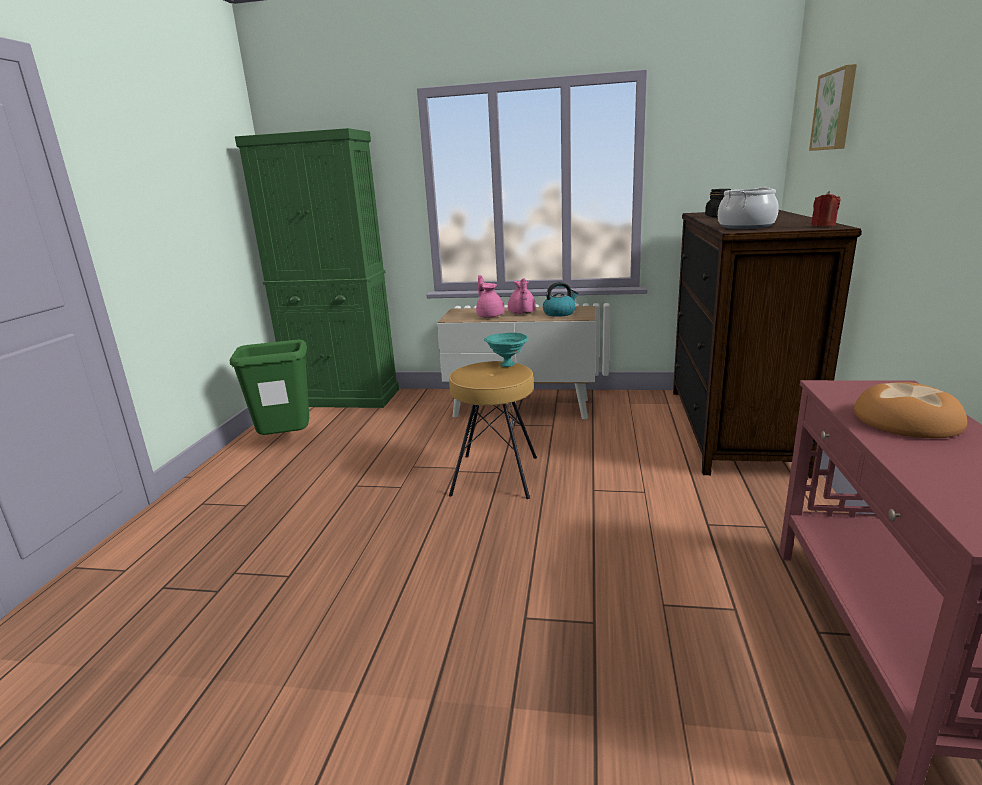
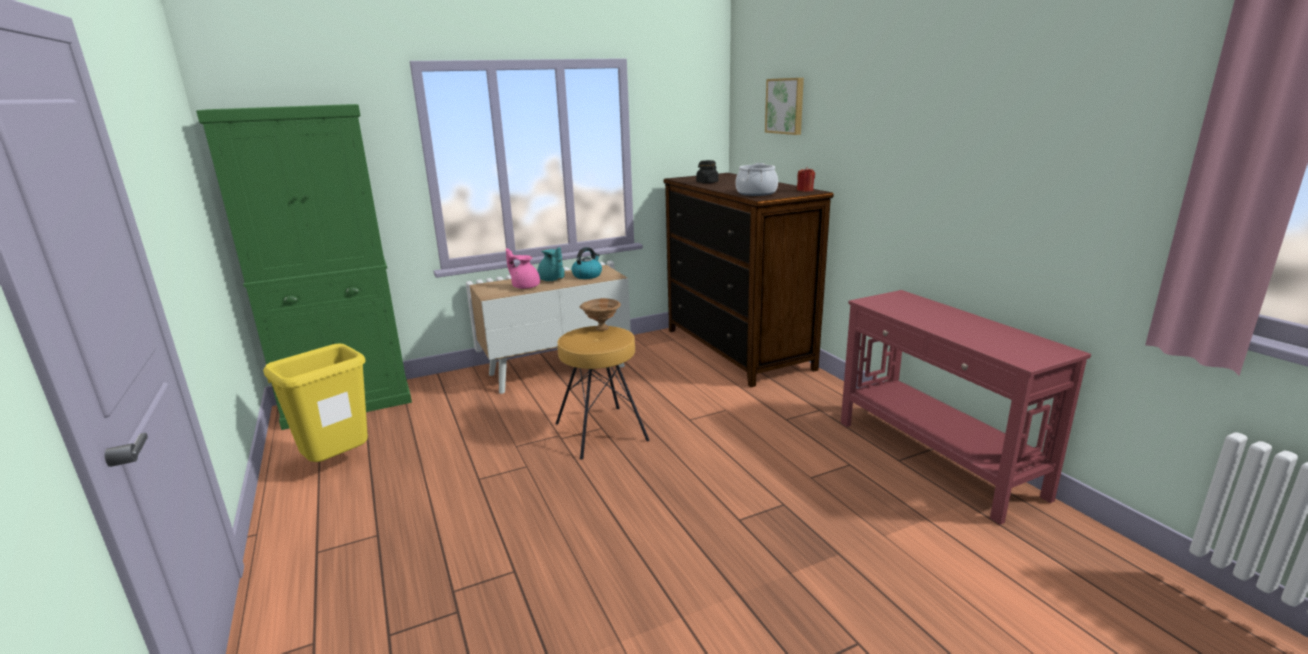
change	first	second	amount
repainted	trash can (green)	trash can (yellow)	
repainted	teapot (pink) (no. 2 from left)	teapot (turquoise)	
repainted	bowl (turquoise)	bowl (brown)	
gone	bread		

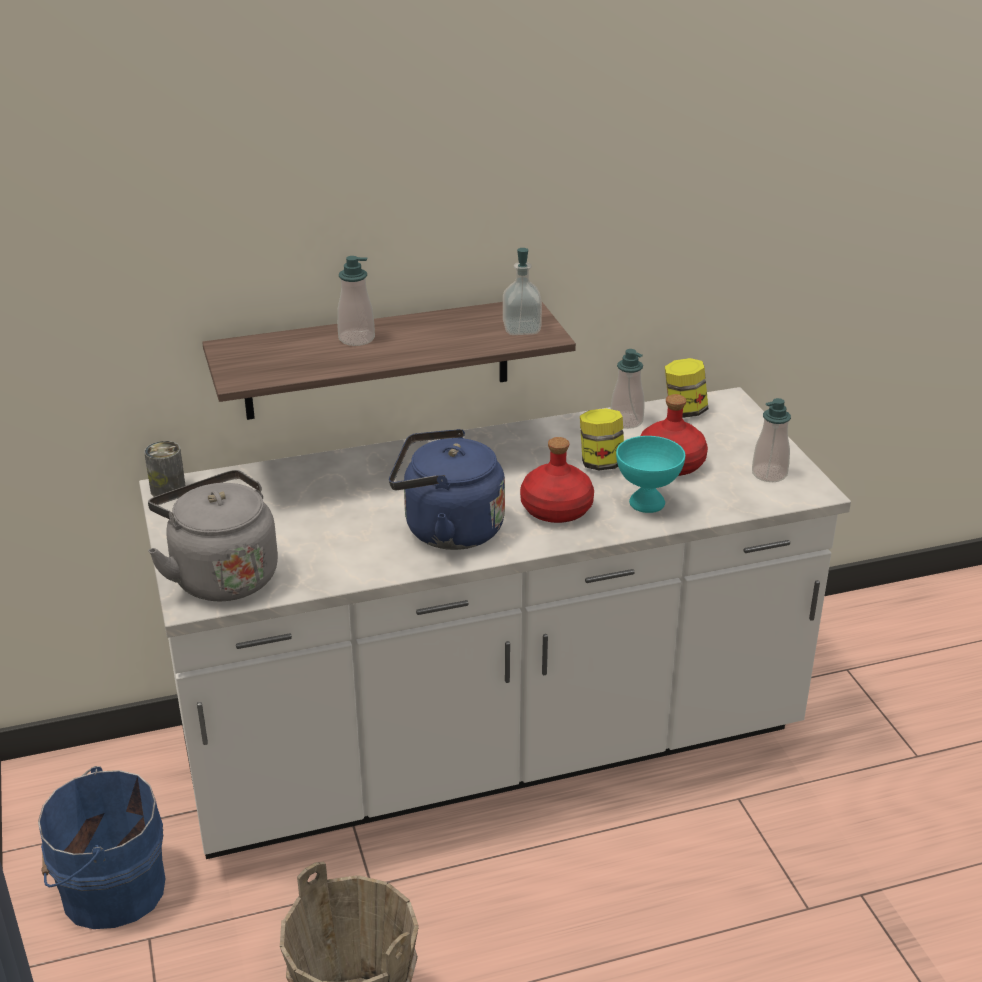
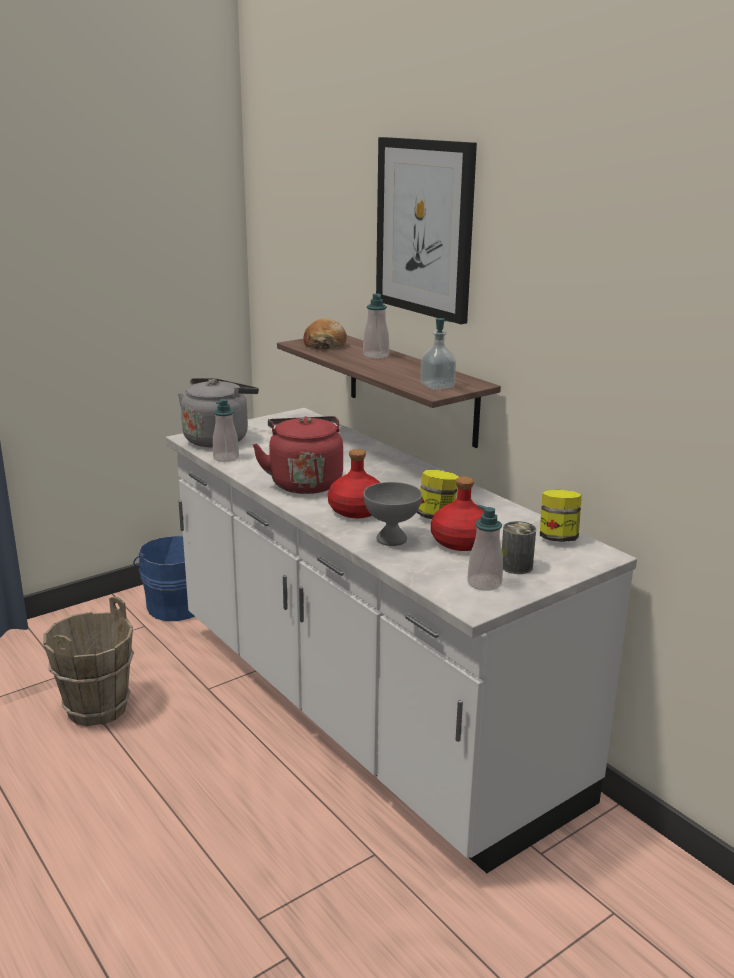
change	first	second	amount
shifted	soap dispenser (no. 3 from left in the first image)	soap dispenser (no. 1 from left)	
repainted	kettle (blue)	kettle (red)	
new		bread	
repainted	bowl (turquoise)	bowl (grey)	
new		picture	
shifted	can		

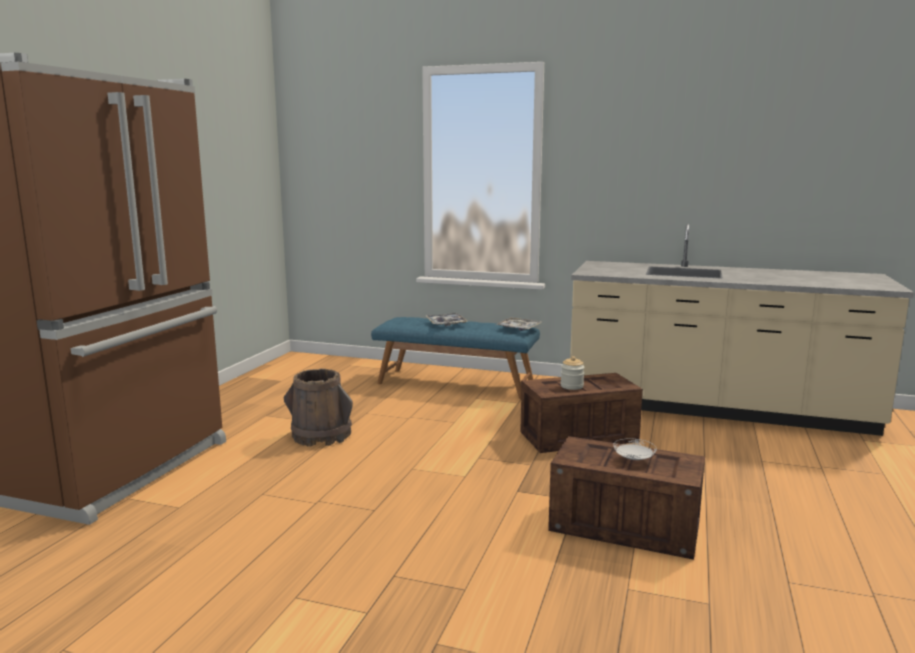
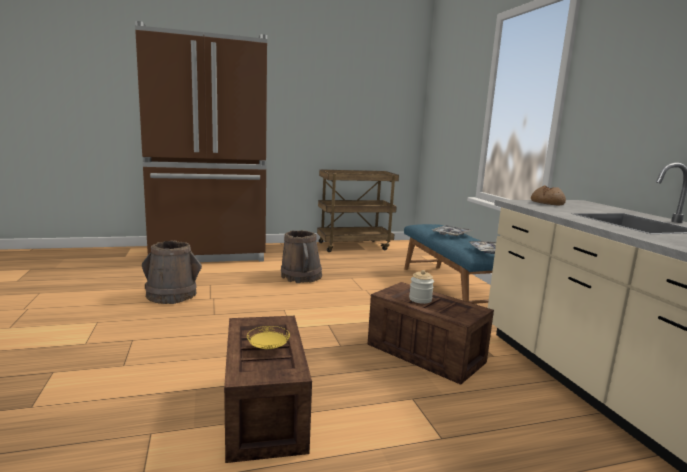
change	first	second	amount
new		bucket (brown) (no. 1 from left)	
repainted	plate (white)	plate (yellow)	
new		cart (brown)	
new		bread	

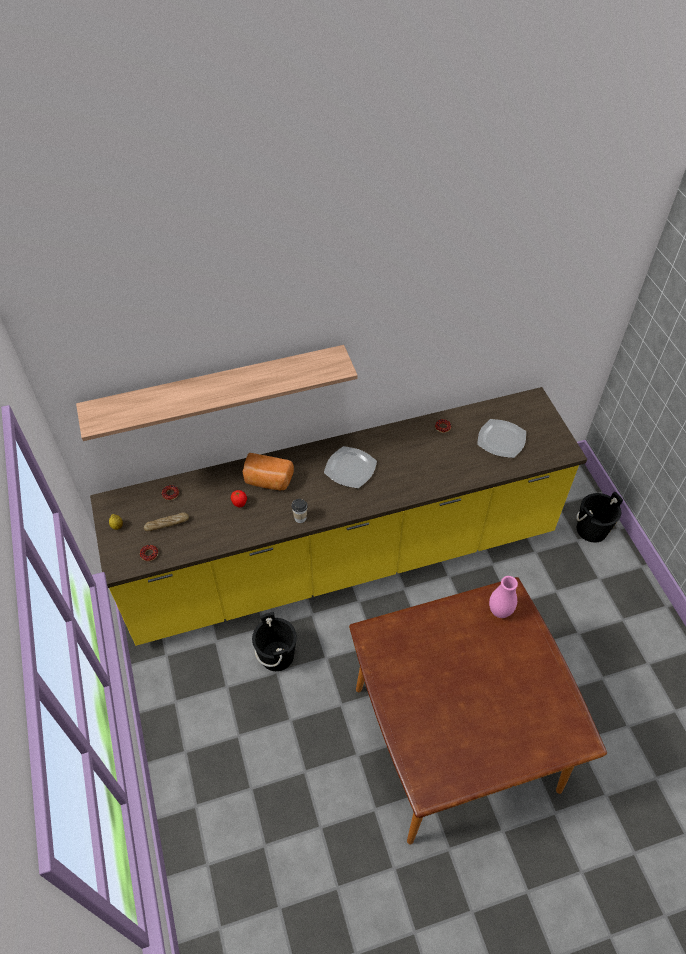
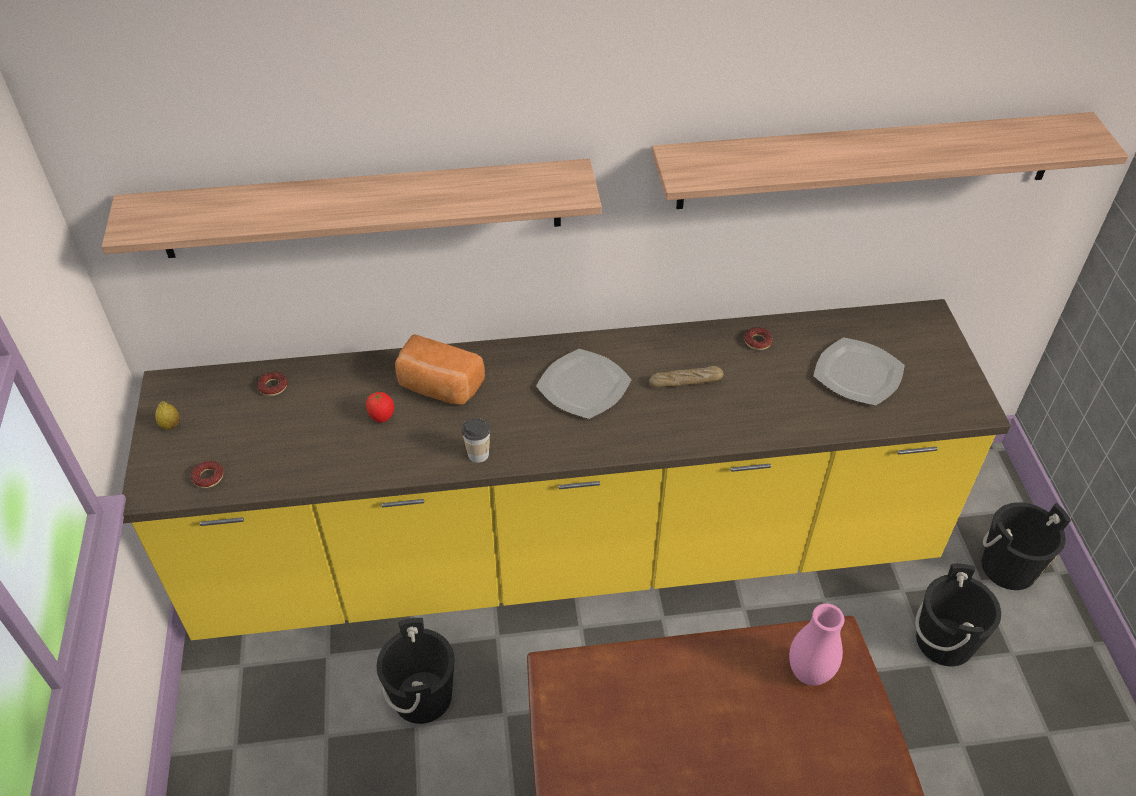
change	first	second	amount
shifted	bread (no. 1 from left in the first image)	bread (no. 2 from left)	
new		shelf (no. 2 from left)	
new		bucket (black) (no. 2 from left)	

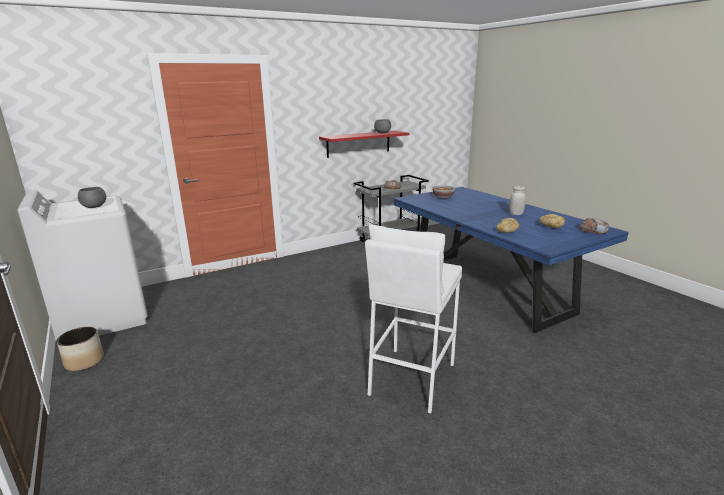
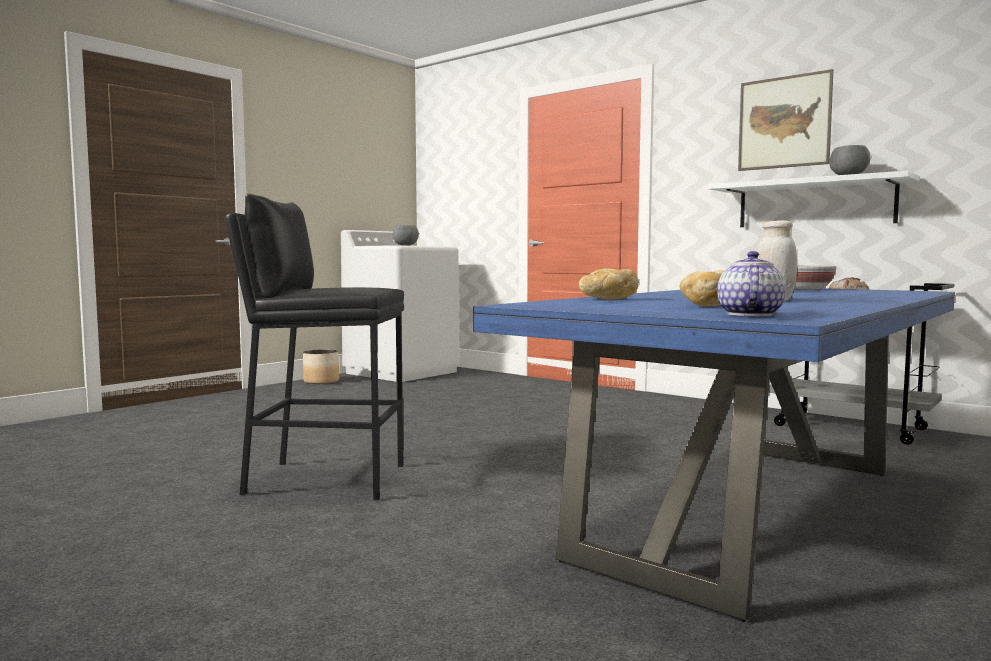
change	first	second	amount
repainted	stool (white)	stool (black)	
repainted	shelf (red)	shelf (white)	
swapped	bread (no. 4 from left)	teapot	
new		picture	

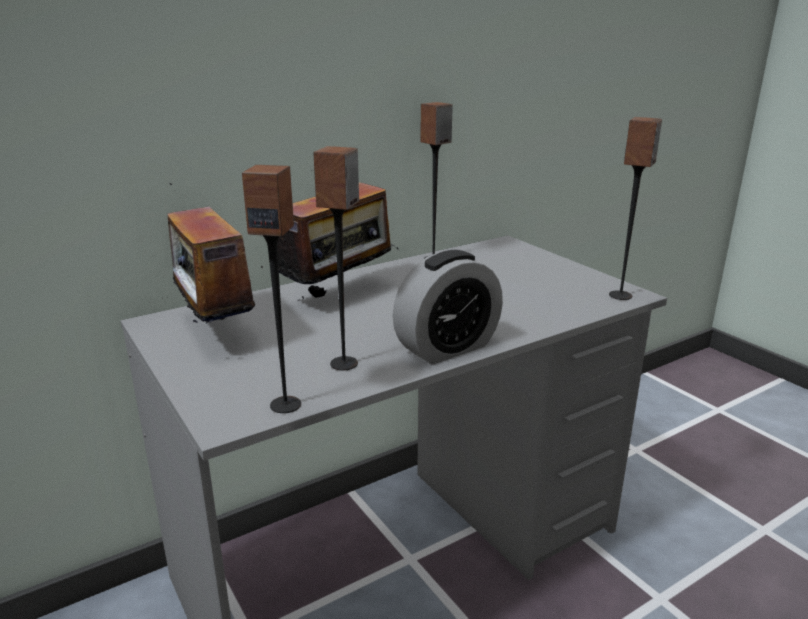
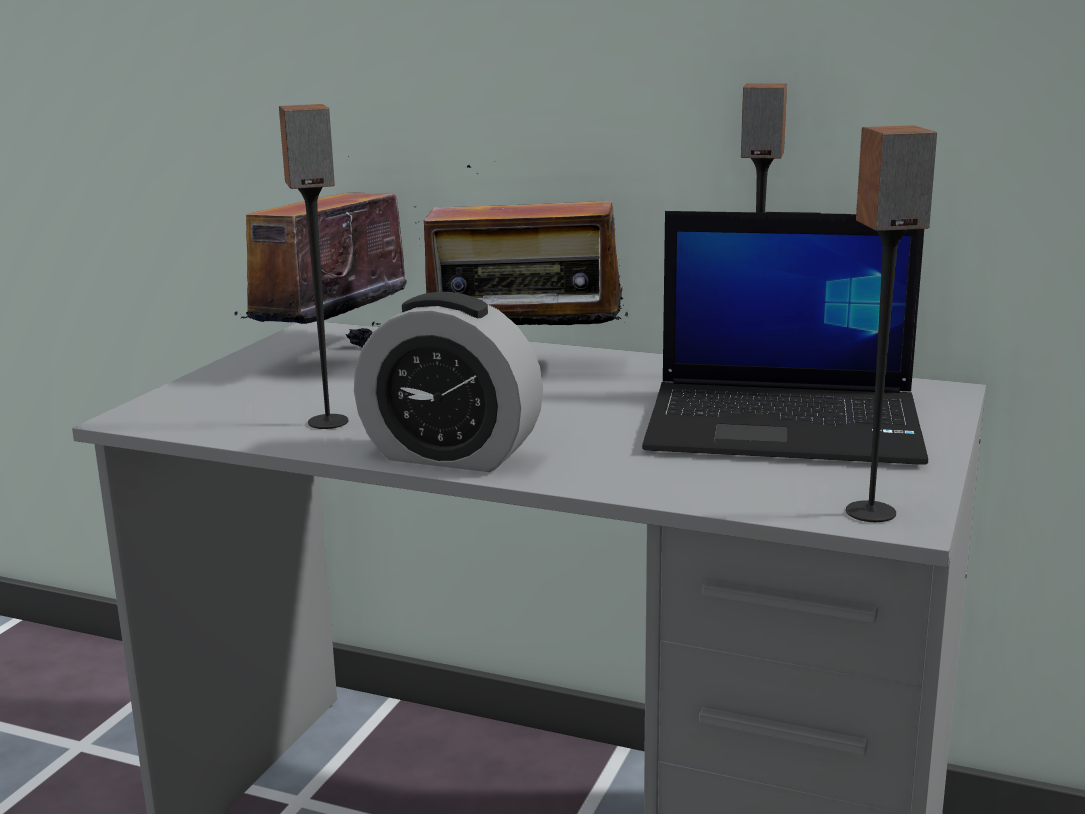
change	first	second	amount
new		laptop	
gone	speaker (no. 1 from left)		

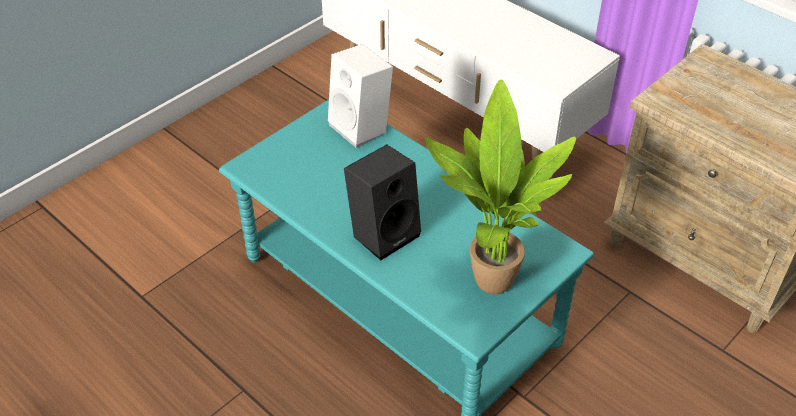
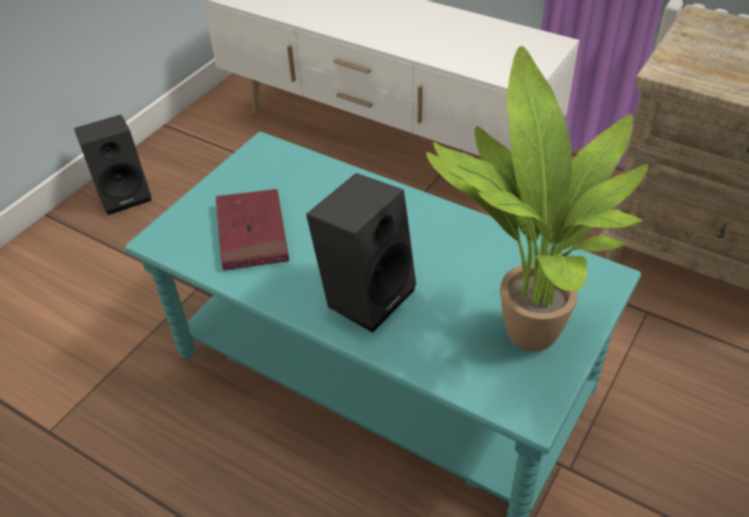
change	first	second	amount
new		speaker (black) (no. 1 from left)	
new		book (red)	
gone	speaker (white)		

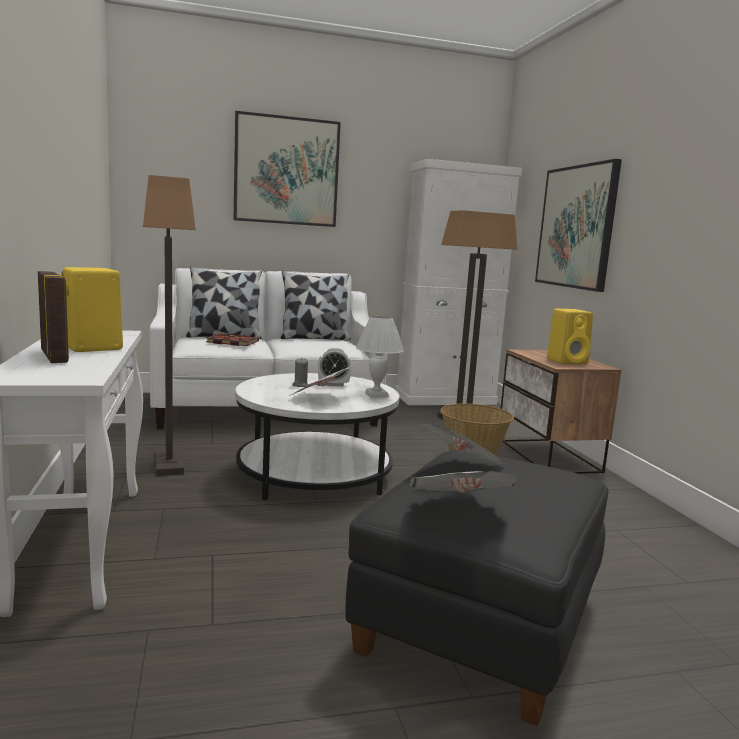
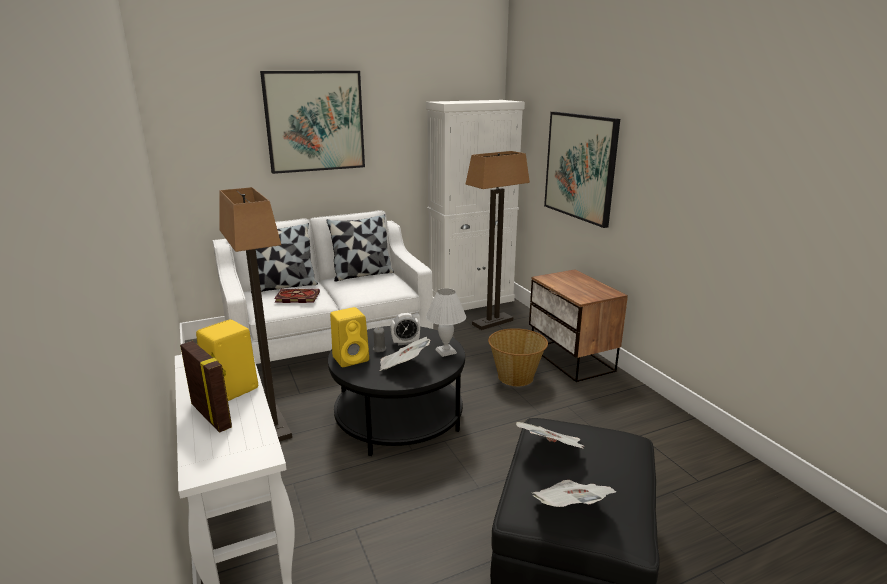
change	first	second	amount
repainted	coffee table (white)	coffee table (black)	
shifted	speaker (yellow) (no. 2 from left)		

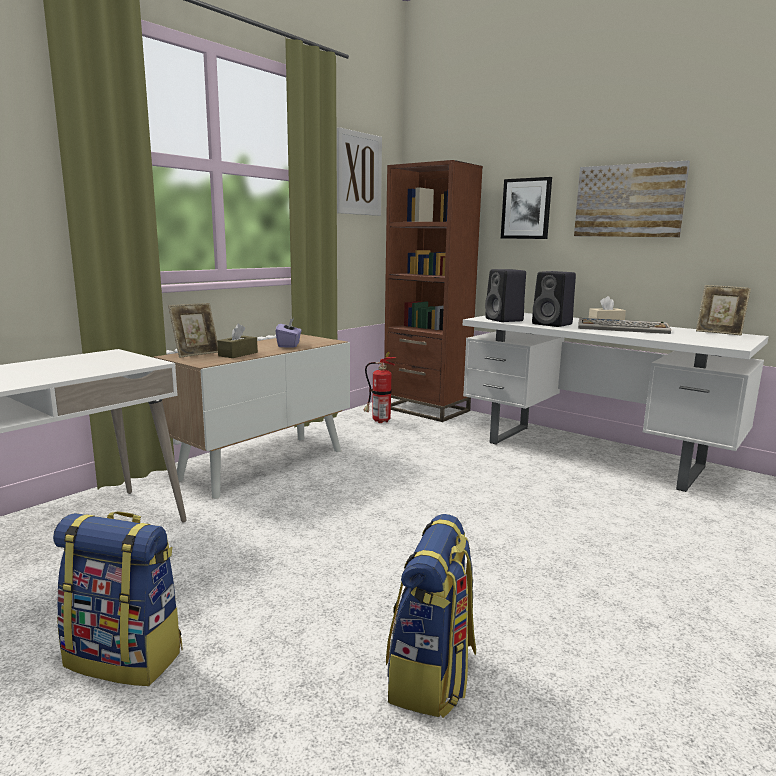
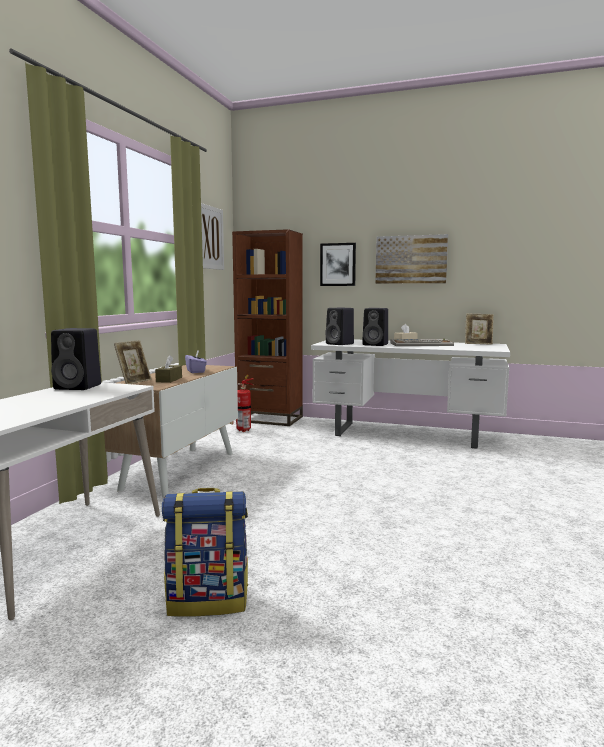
change	first	second	amount
new		speaker (black) (no. 1 from left)	
gone	backpack (no. 2 from left)		

